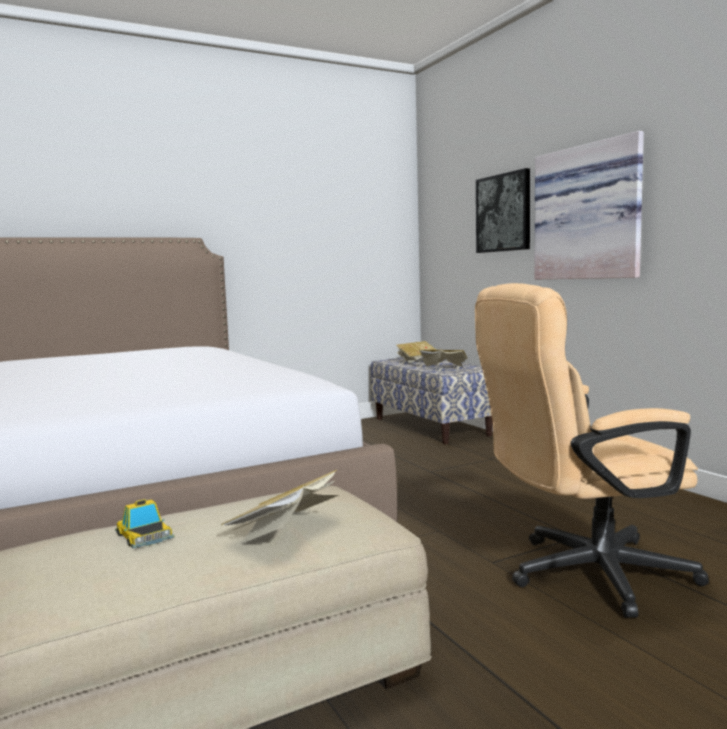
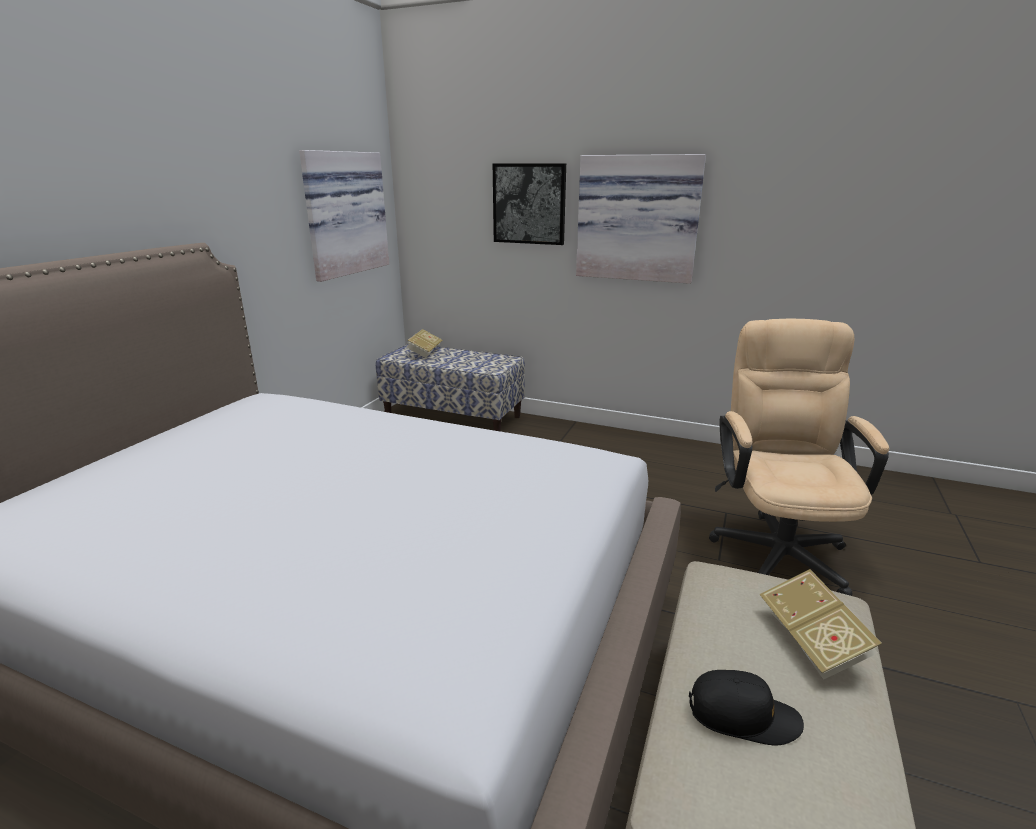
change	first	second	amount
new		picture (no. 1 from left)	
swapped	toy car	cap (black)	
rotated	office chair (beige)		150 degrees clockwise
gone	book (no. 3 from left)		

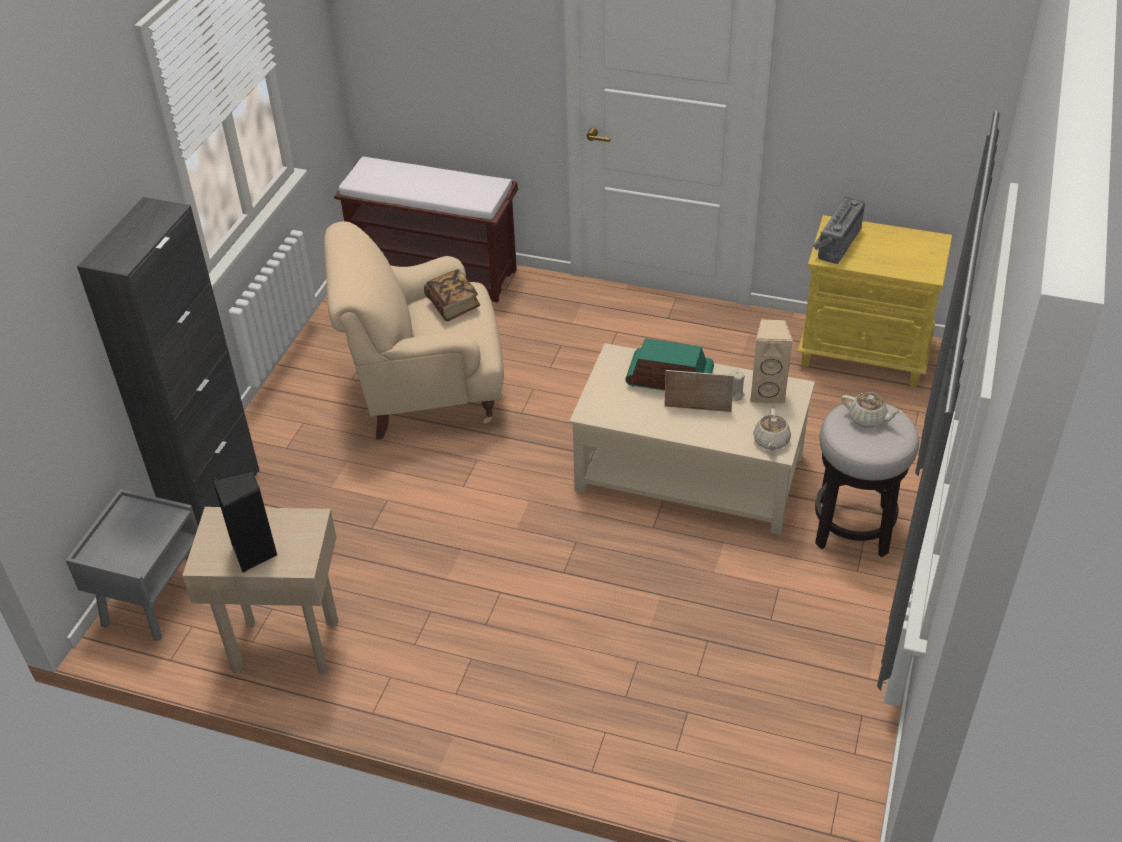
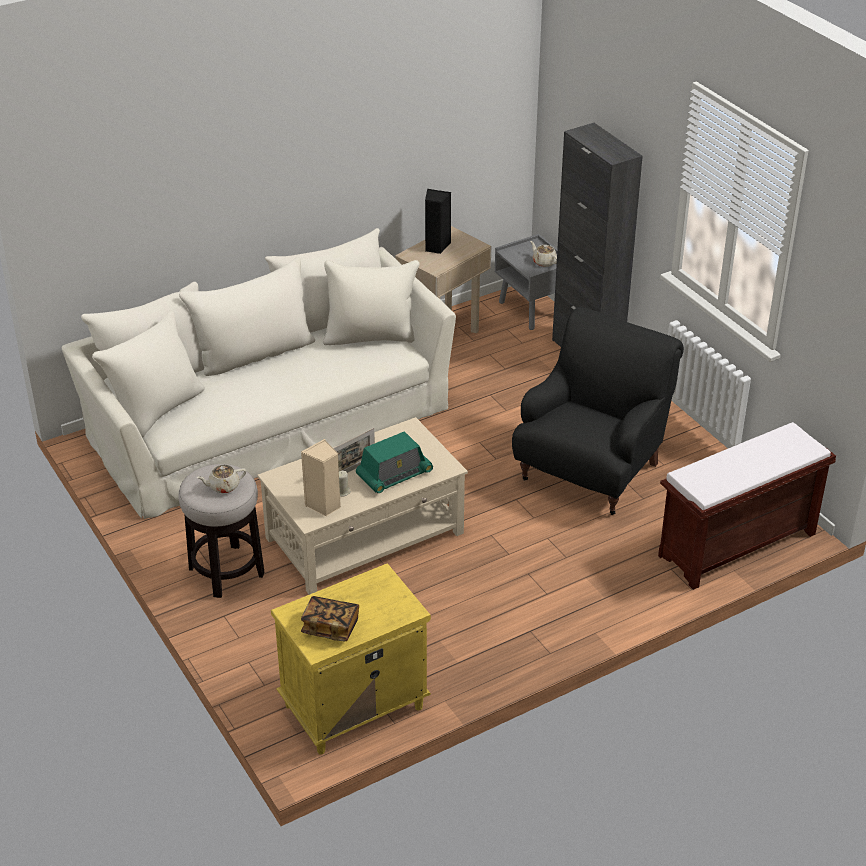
change	first	second	amount
new		sofa (beige)	
shifted	book		
repainted	armchair (beige)	armchair (black)	
shifted	teapot (beige) (no. 1 from left in the first image)	teapot (beige) (no. 2 from left)	
gone	radio (no. 2 from left)		

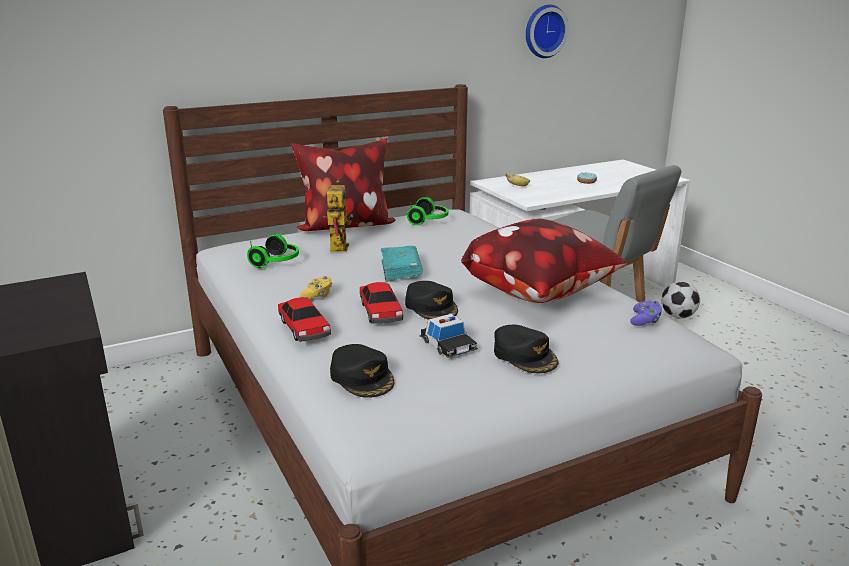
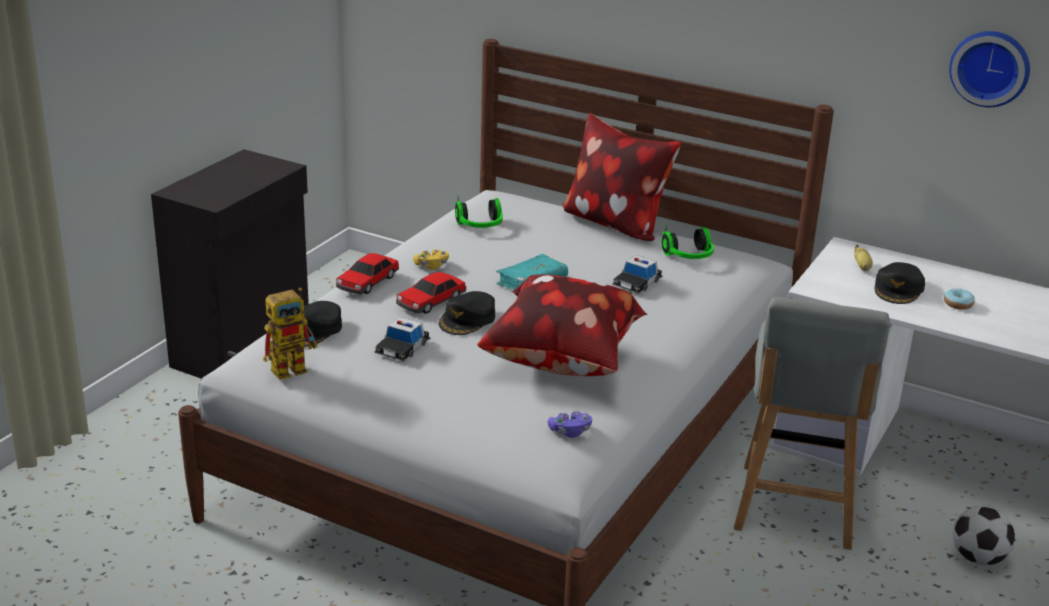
change	first	second	amount
shifted	toy robot		
new		toy car (no. 4 from left)	
shifted	cap (black) (no. 3 from left)		

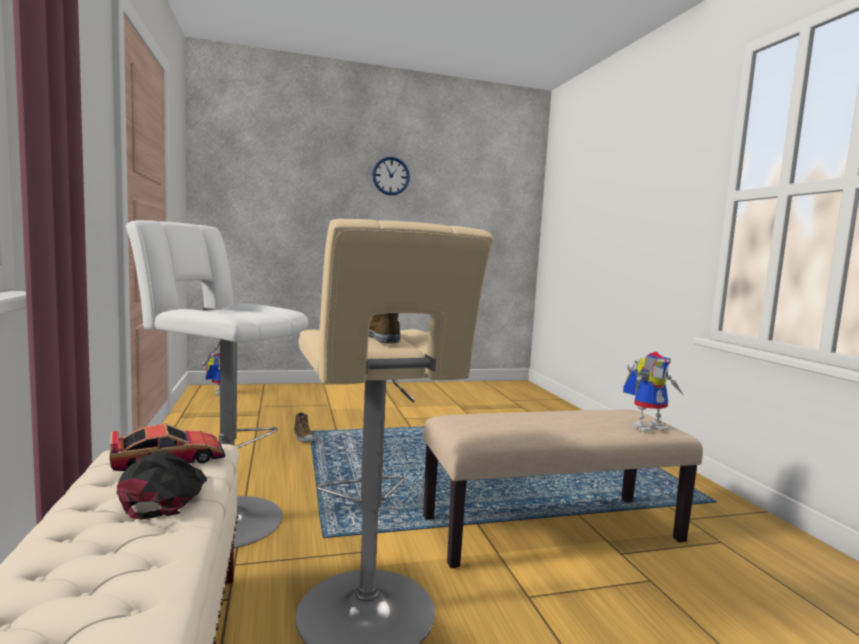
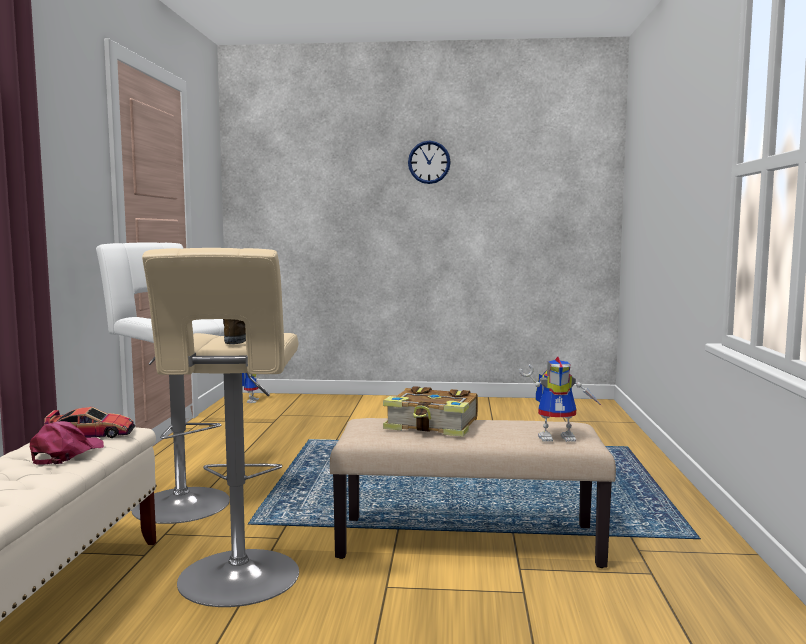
change	first	second	amount
repainted	cap (black)	cap (pink)	
new		book	
gone	shoe (no. 1 from left)		

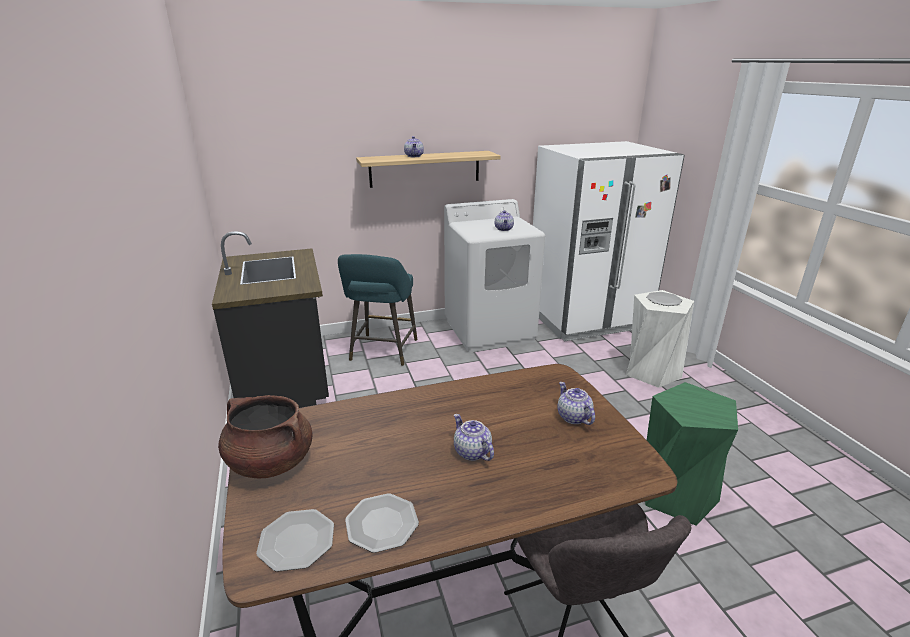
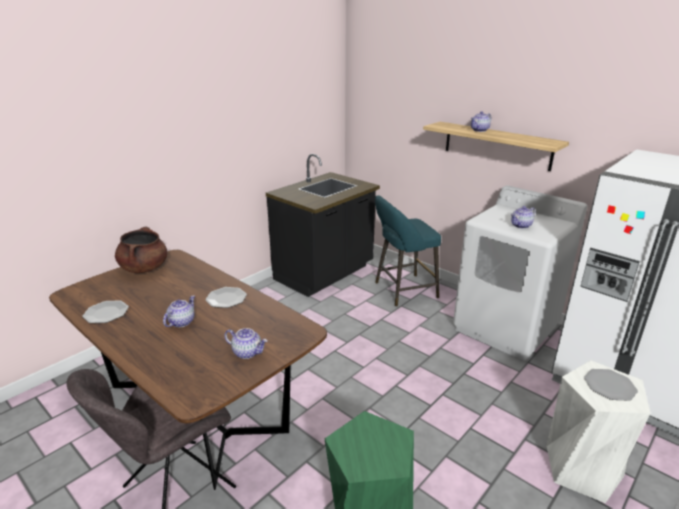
change	first	second	amount
shifted	plate (no. 1 from left in the first image)	plate (no. 2 from left)	
rotated	teapot (no. 4 from left in the first image)	teapot (no. 2 from left)	75 degrees clockwise

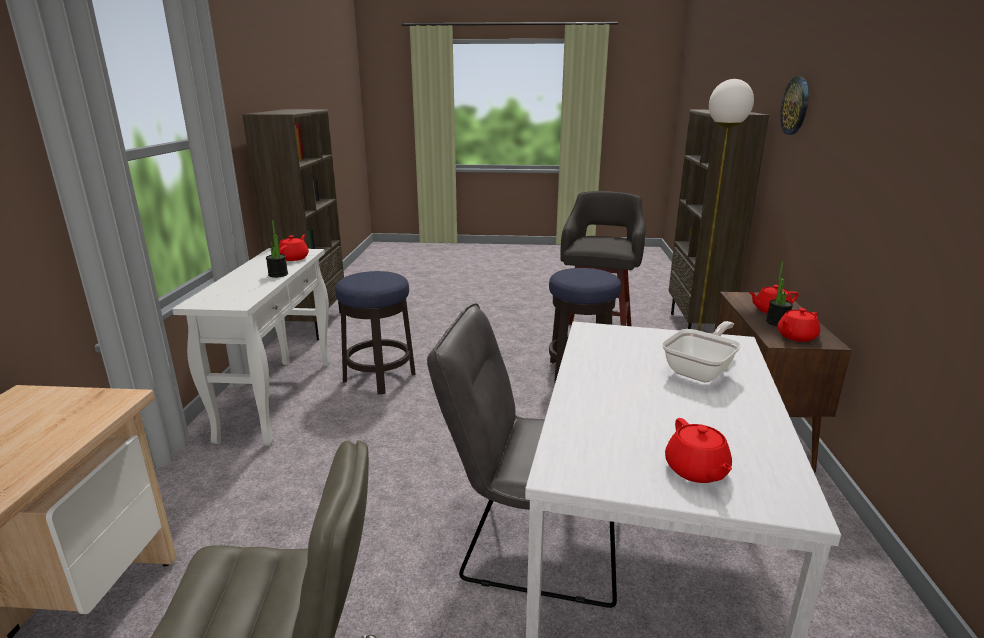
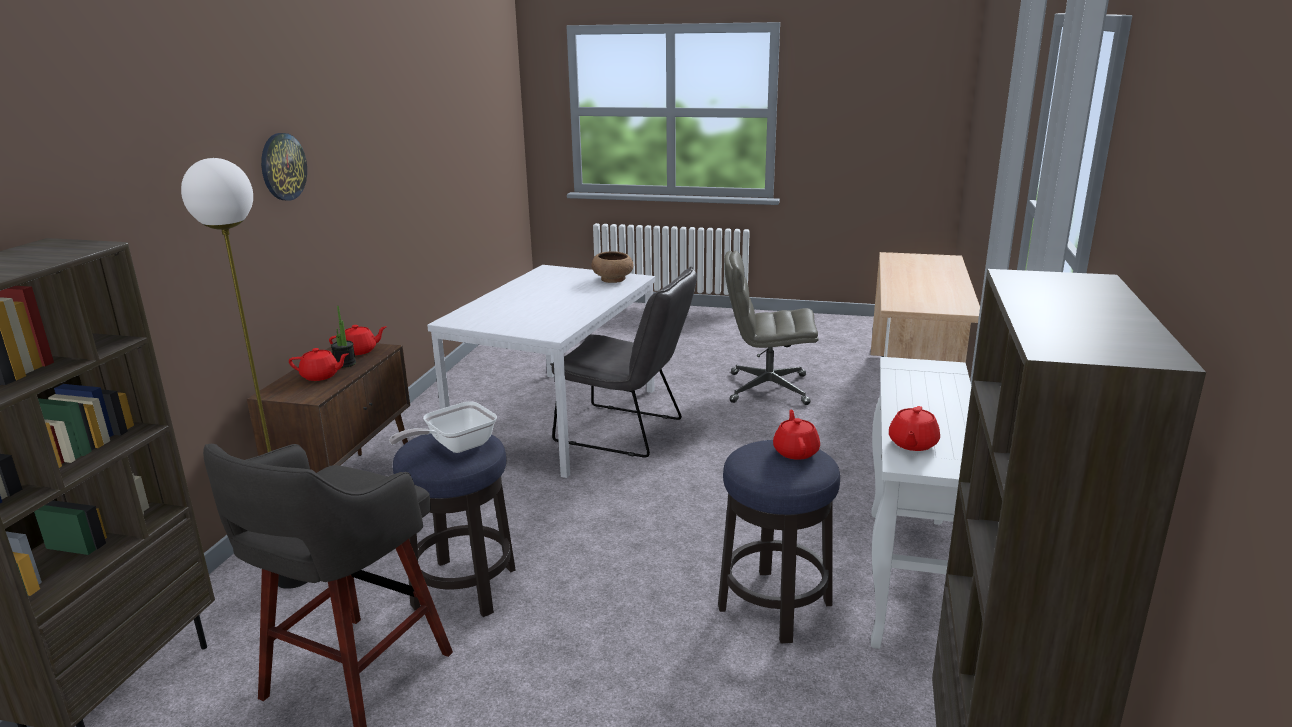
change	first	second	amount
shifted	wall clock		
shifted	frying pan		
new		bowl (brown)	
shifted	teapot (red) (no. 2 from left in the first image)	teapot (red) (no. 3 from left)	
gone	potted plant (no. 1 from left)		

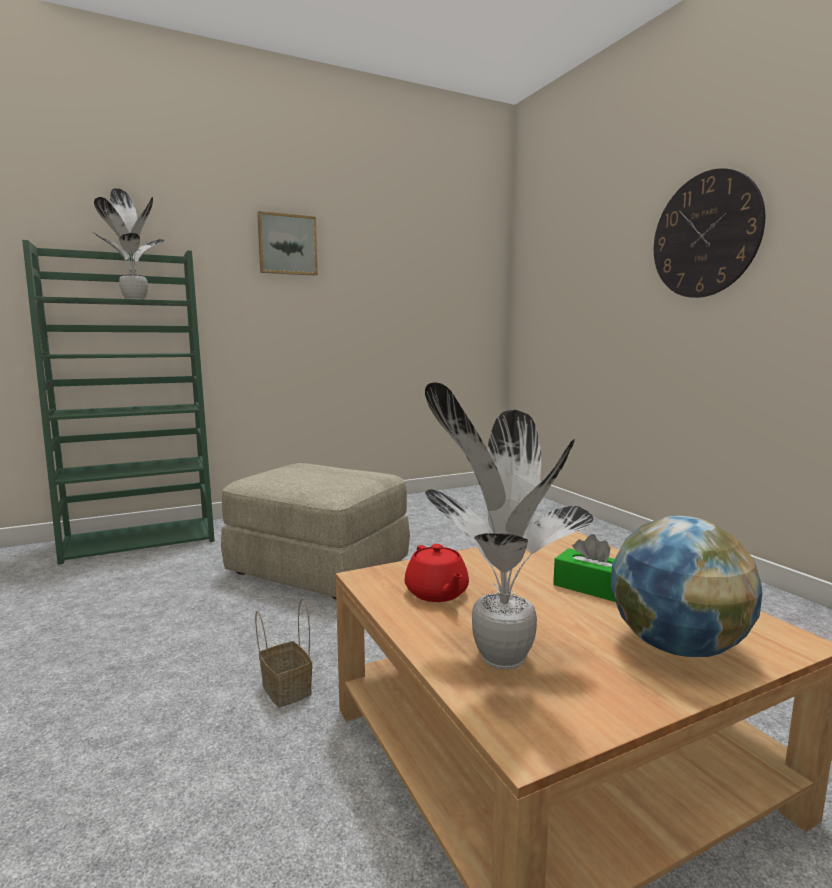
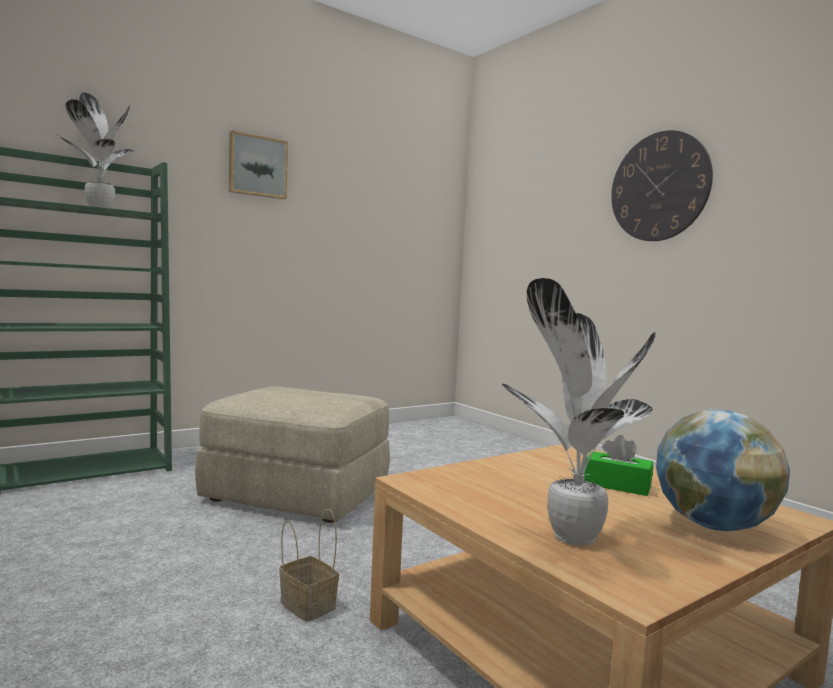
change	first	second	amount
gone	teapot (red)		

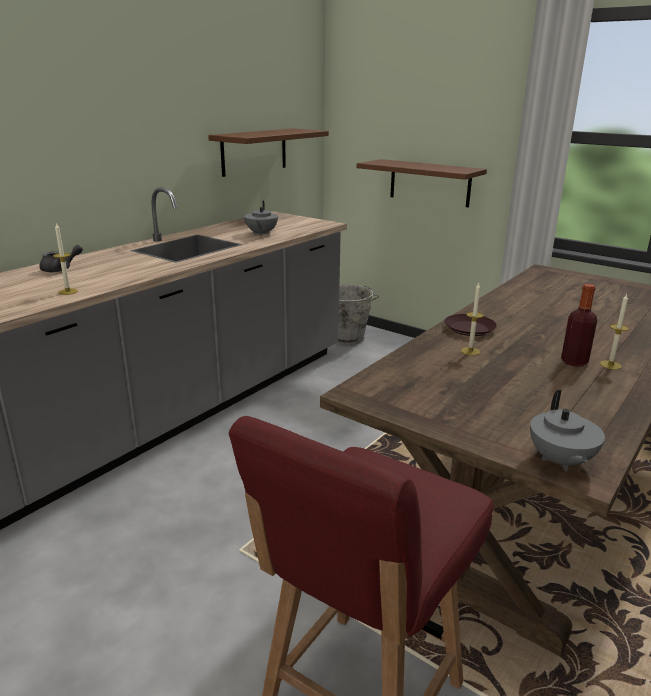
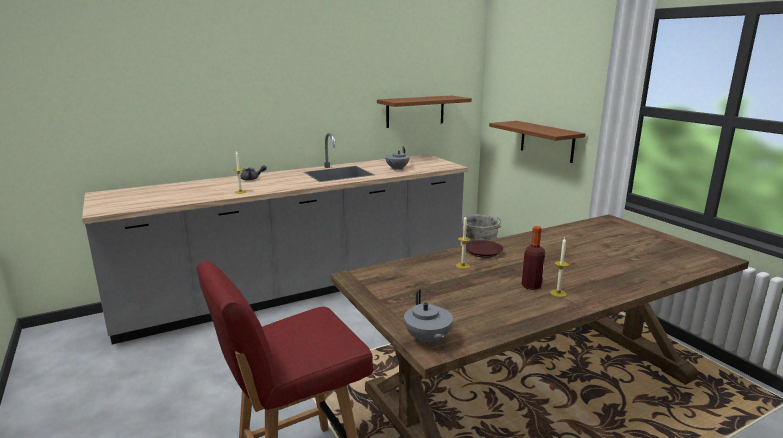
change	first	second	amount
rotated	teapot (grey) (no. 3 from left)		45 degrees counterclockwise

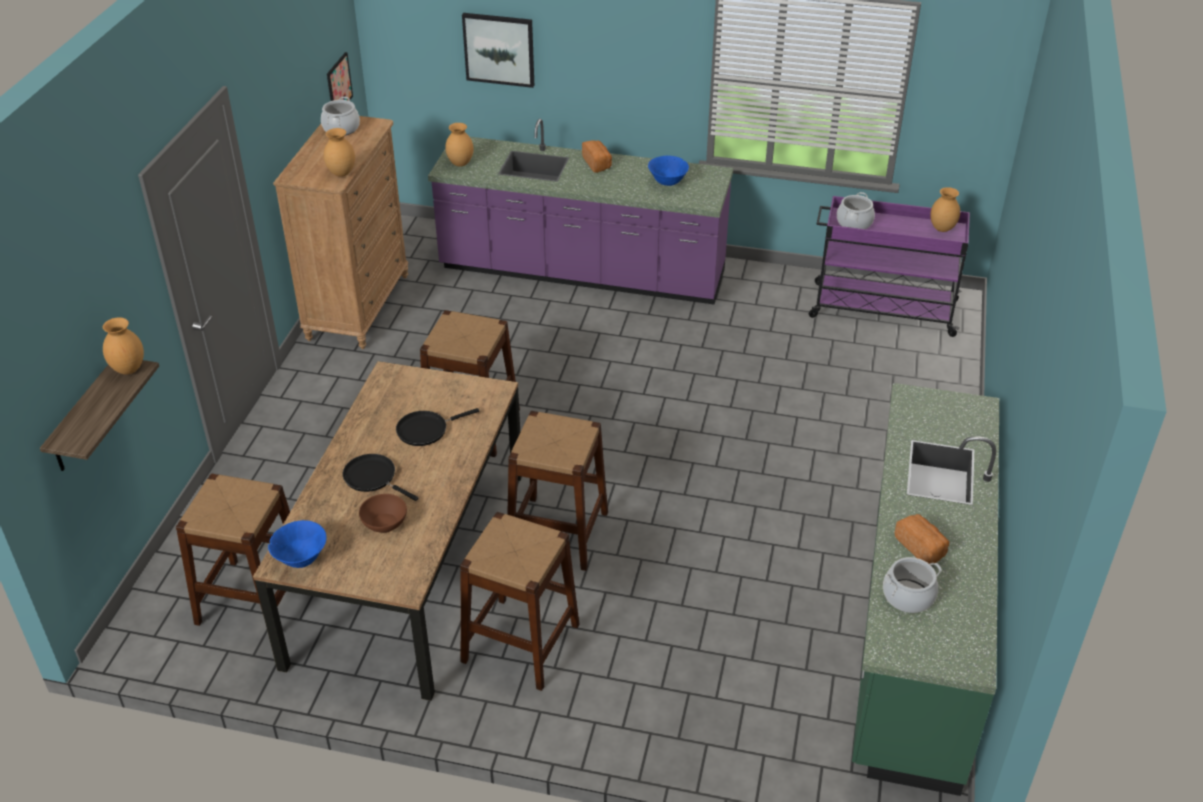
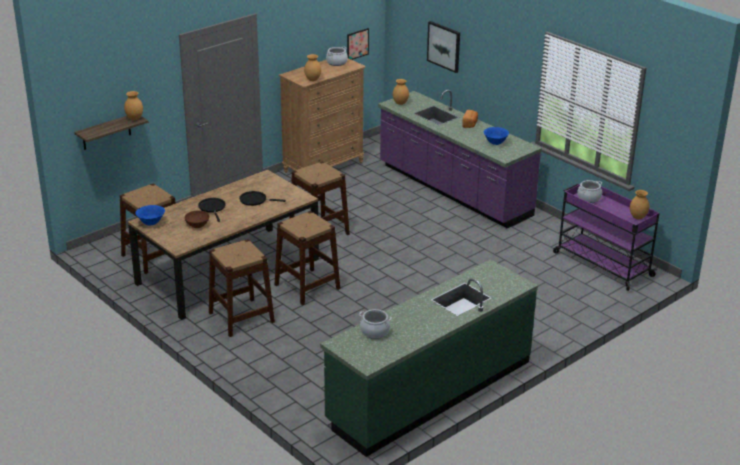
change	first	second	amount
gone	bread (no. 2 from left)		

